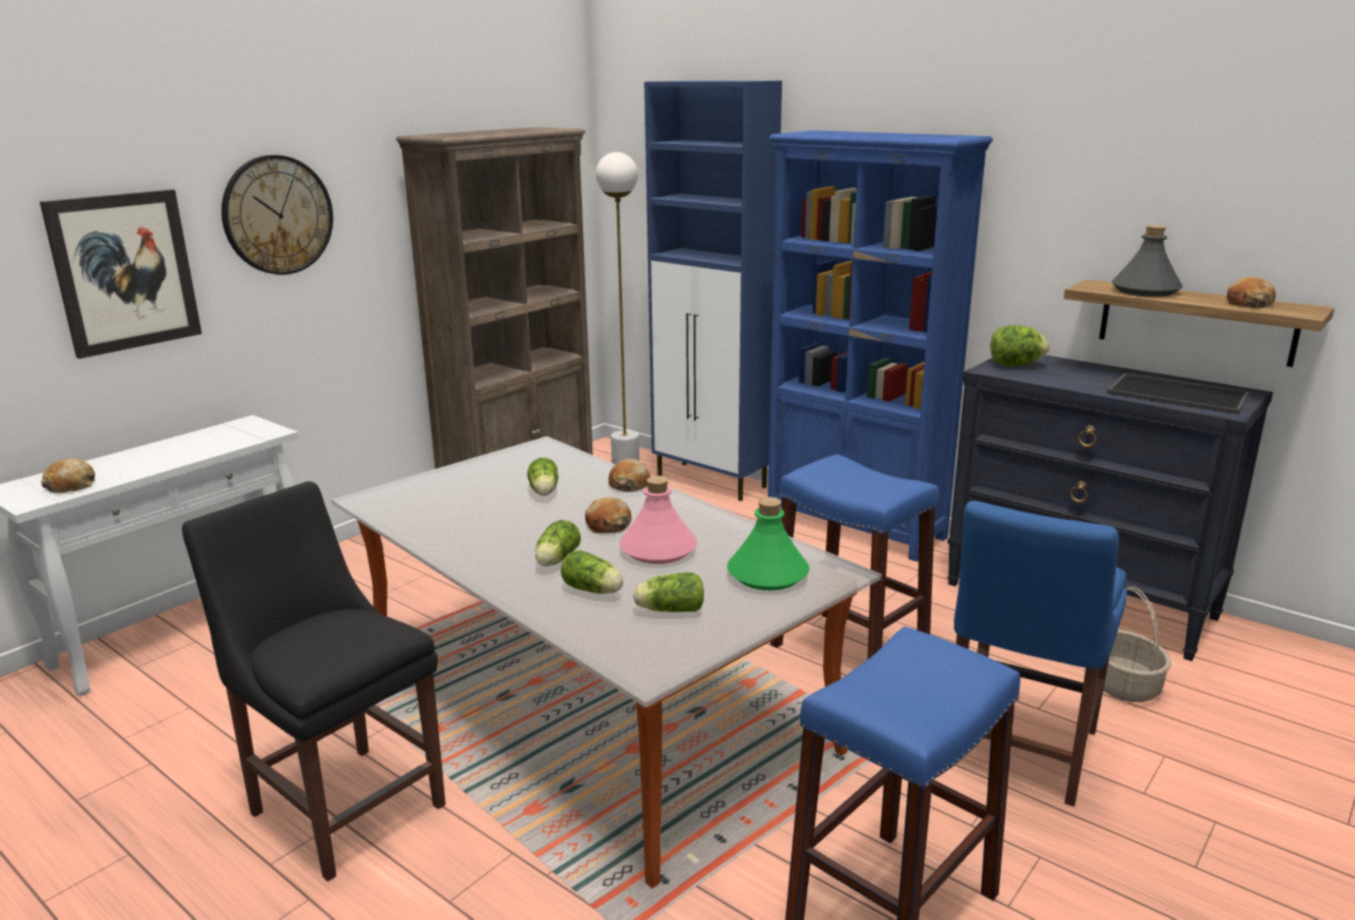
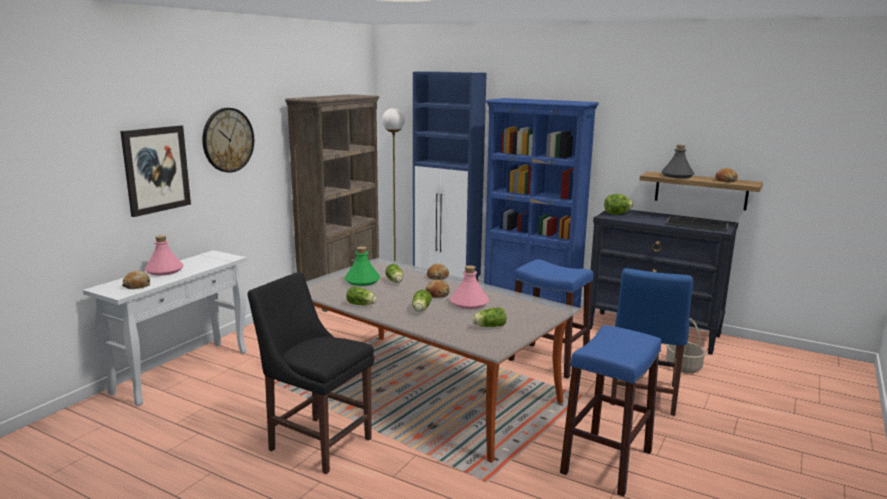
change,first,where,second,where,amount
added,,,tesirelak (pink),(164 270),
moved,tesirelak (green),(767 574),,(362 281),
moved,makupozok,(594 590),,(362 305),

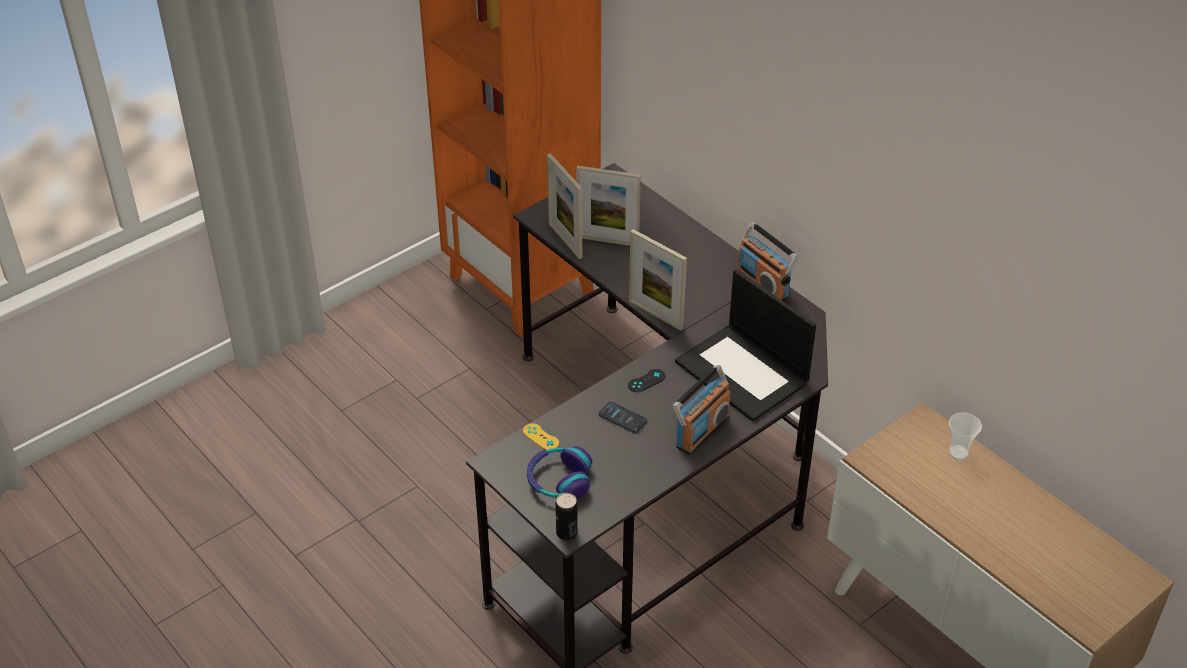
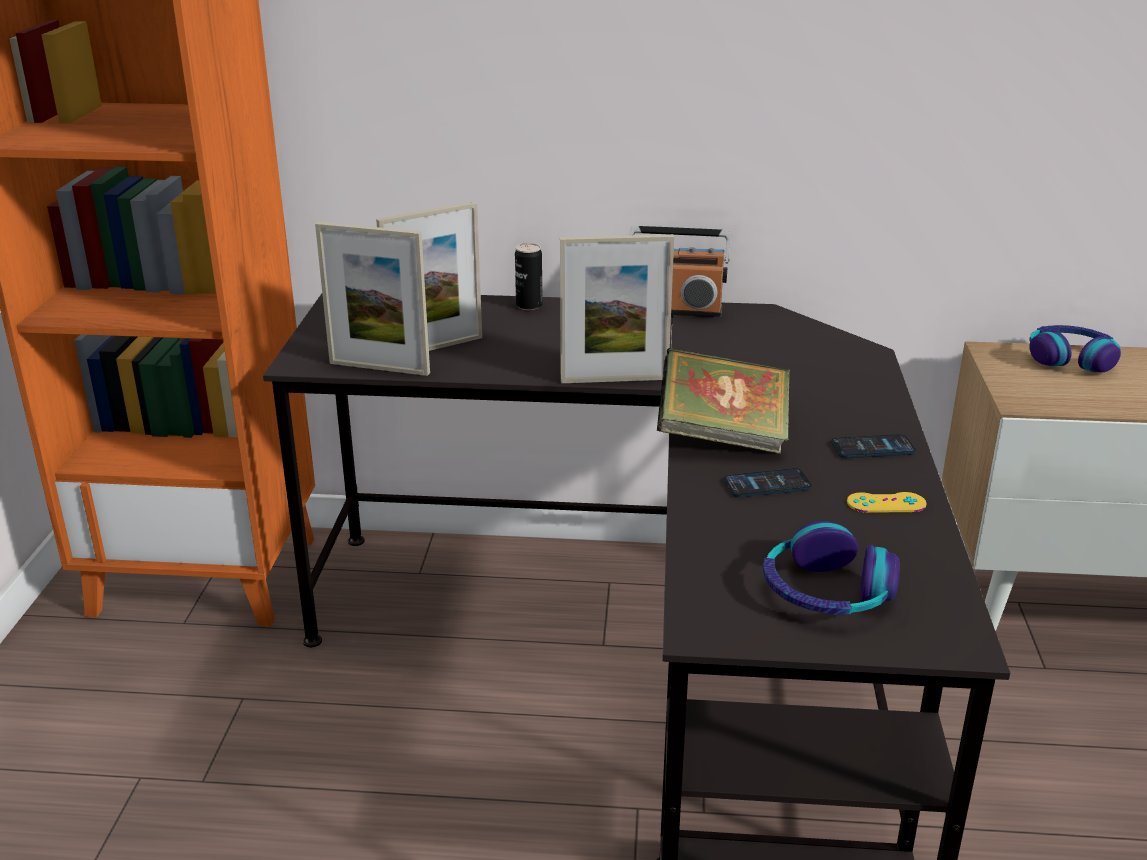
change,first,where,second,where,amount
moved,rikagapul,(566 532),,(529 305),
replaced,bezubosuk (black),(646 381),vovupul,(722 437),
replaced,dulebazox,(701 431),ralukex,(872 448),
moved,bezubosuk (yellow),(540 437),,(886 503),
replaced,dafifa,(958 452),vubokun,(1071 358),
removed,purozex,(743 373),,,

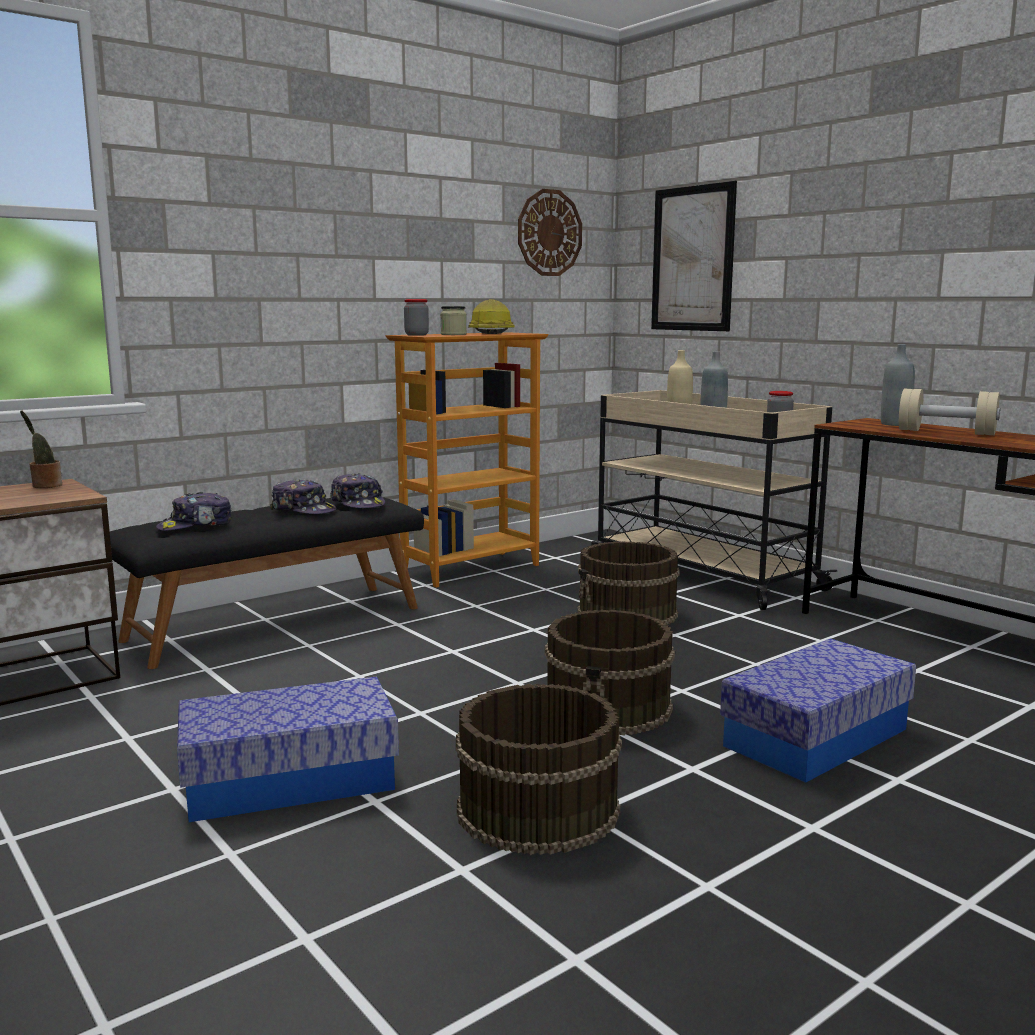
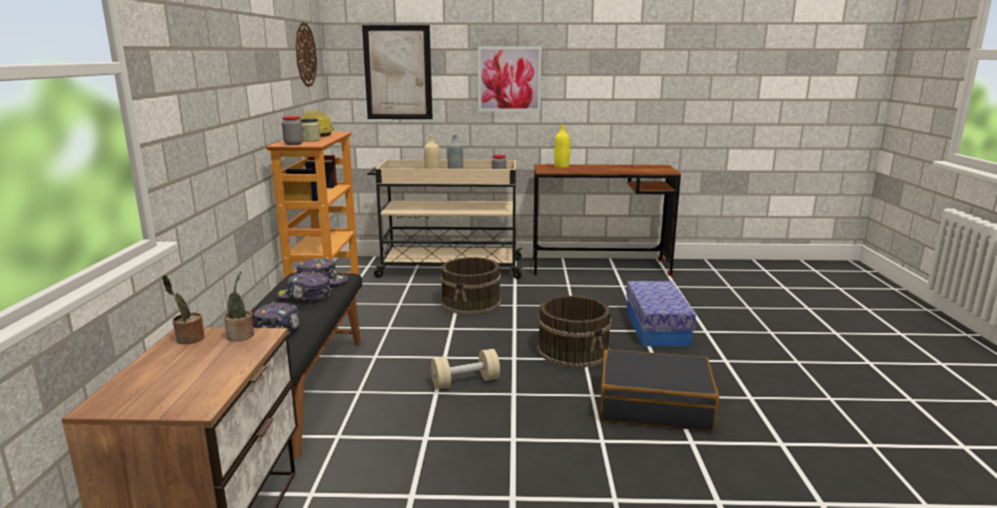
change,first,where,second,where,amount
added,,,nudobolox,(241 336),
turned,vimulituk,(304 510),,(305 296),150 degrees counterclockwise
moved,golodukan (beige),(946 432),,(465 382),
added,,,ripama,(509 79),
recoloured,tesirelak (grey),(894 424),tesirelak (yellow),(561 166),
replaced,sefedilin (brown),(537 808),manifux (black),(654 405),
removed,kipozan,(290 780),,,

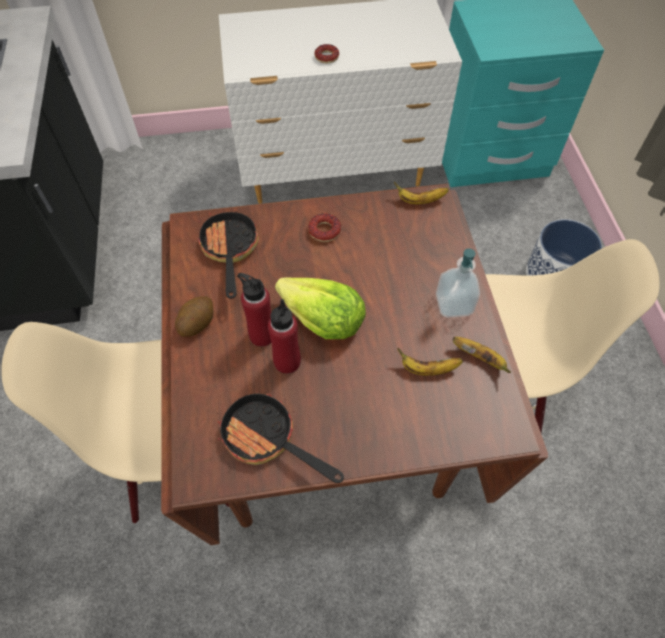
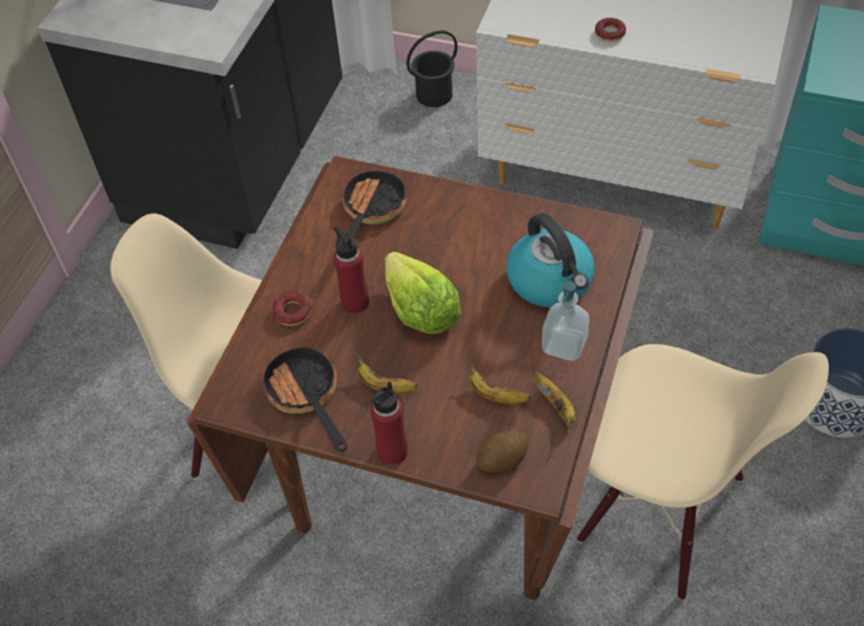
change,first,where,second,where,amount
moved,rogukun,(324 230),,(293 312),
moved,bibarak,(420 200),,(384 386),
moved,tesirelak (red),(287 362),,(392 451),
added,,,sefedilin (black),(433 94),
moved,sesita,(197 323),,(502 459),
added,,,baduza,(551 281),

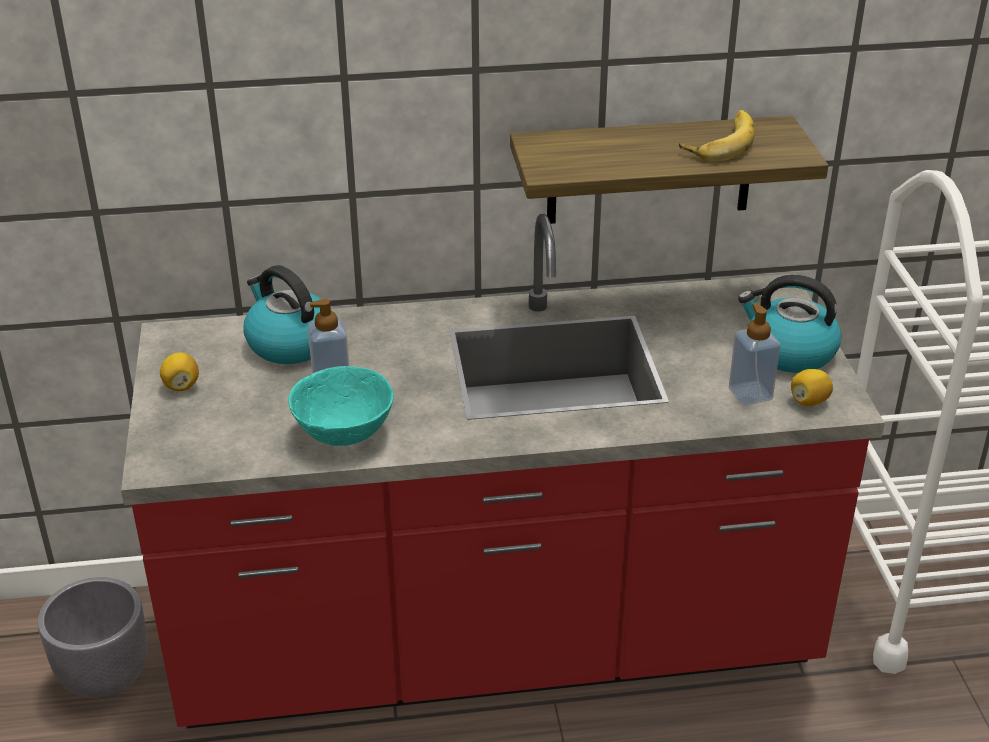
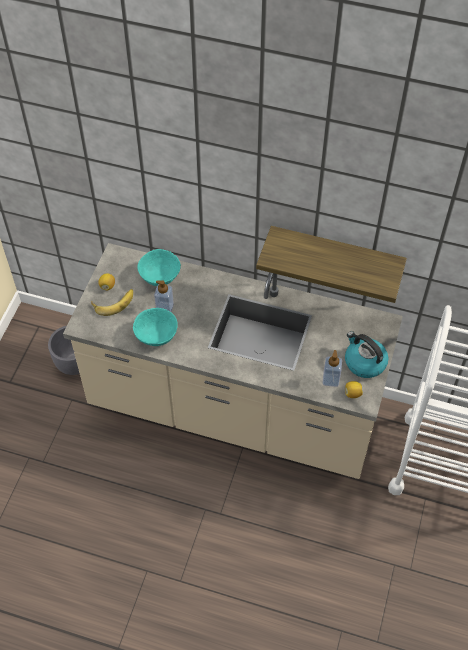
change,first,where,second,where,amount
recoloured,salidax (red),(495 643),salidax (beige),(234 410),
moved,bibarak,(718 141),,(113 302),
replaced,baduza,(289 343),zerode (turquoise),(160 277),

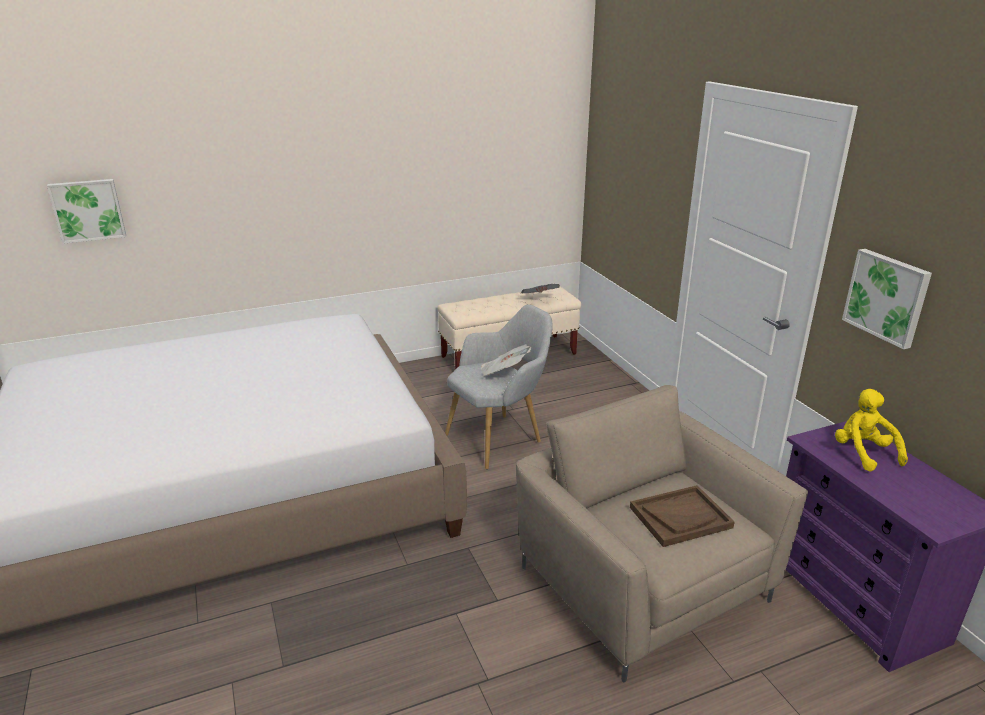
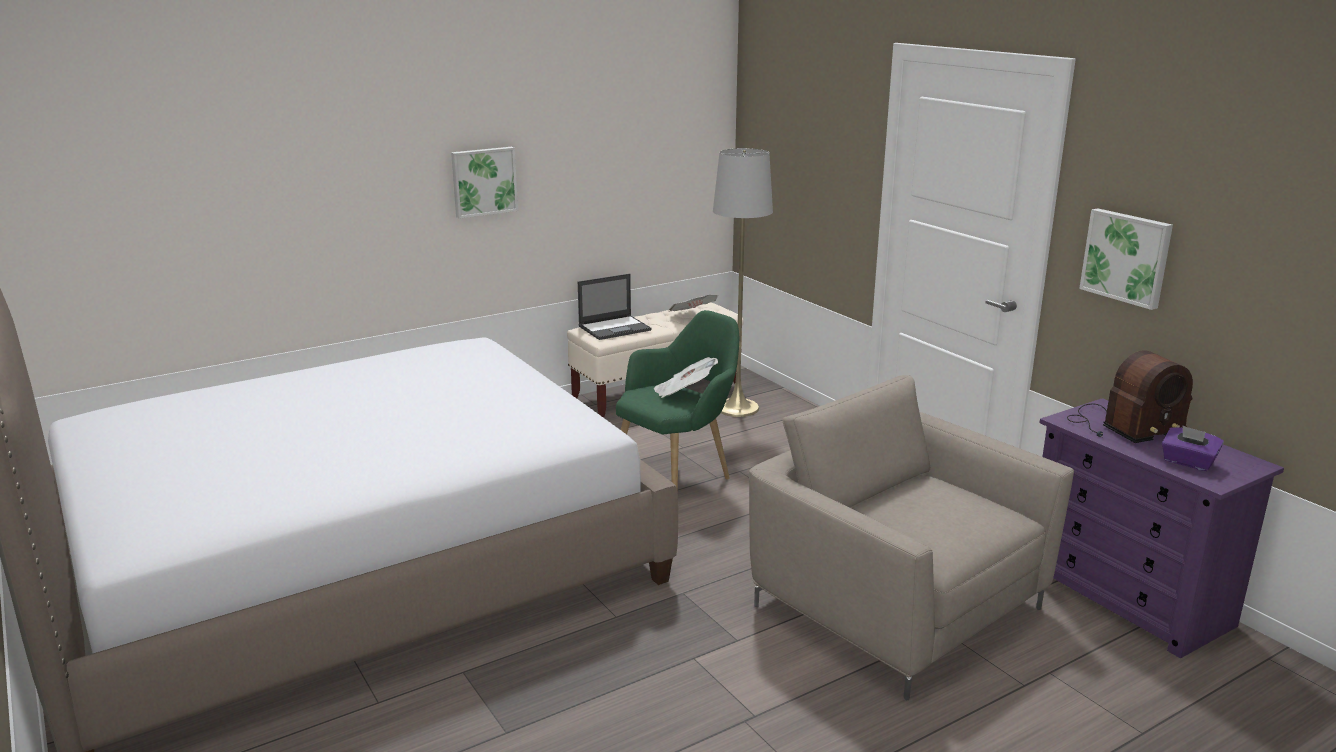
change,first,where,second,where,amount
moved,ripama,(88 210),,(483 181),
added,,,purozex,(615 328),
recoloured,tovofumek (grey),(500 438),tovofumek (green),(678 479),
added,,,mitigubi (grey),(737 408),
replaced,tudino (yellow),(863 453),dulebazox,(1122 427),
added,,,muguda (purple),(1188 462),
removed,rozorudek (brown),(680 517),,,

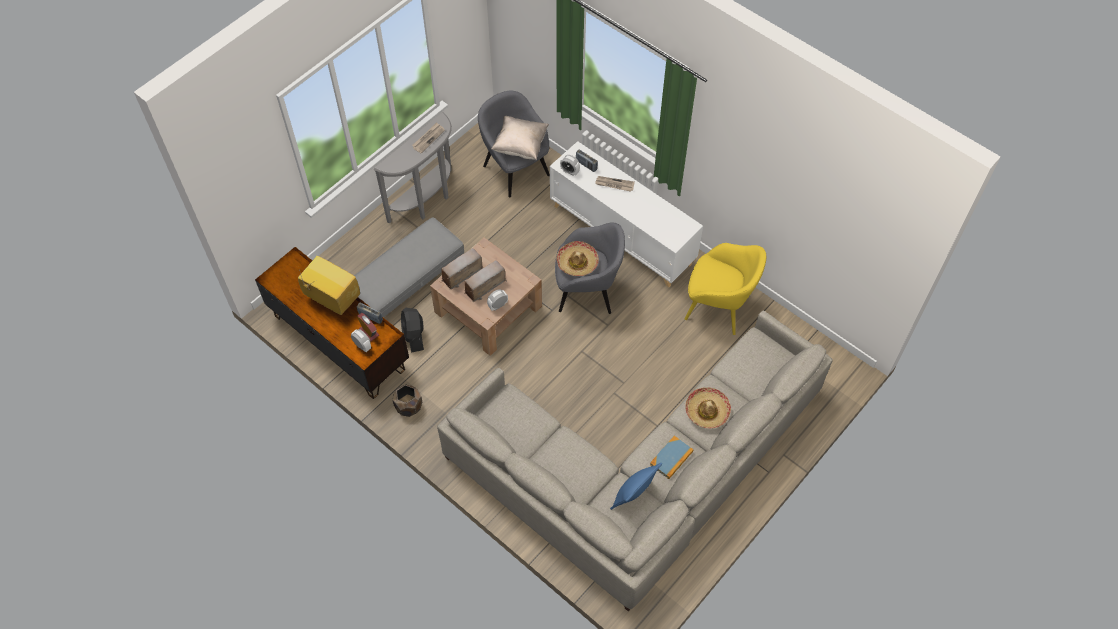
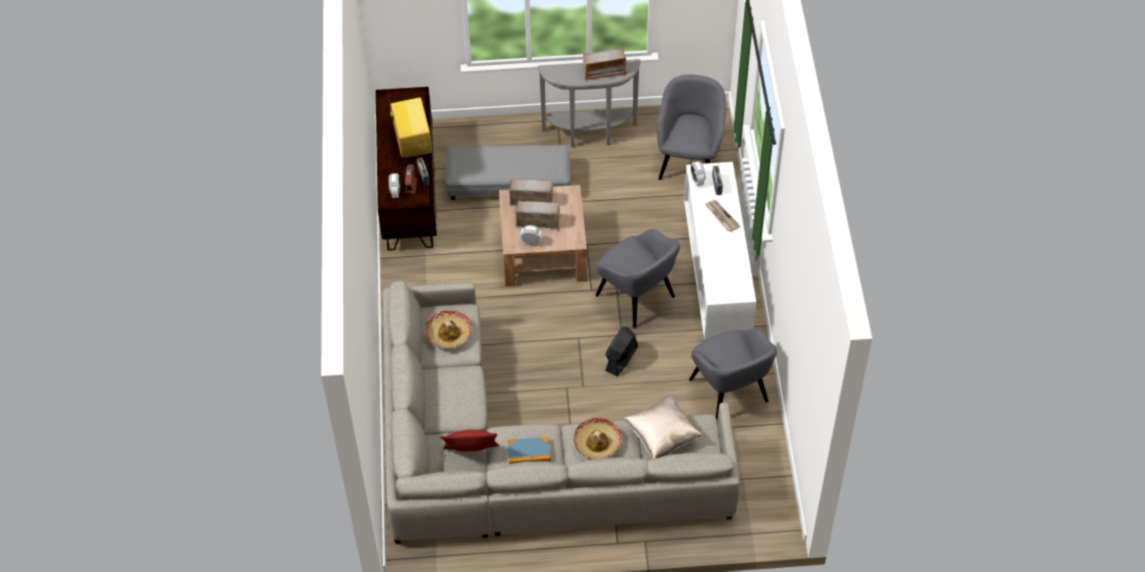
change,first,where,second,where,amount
moved,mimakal,(577 262),,(448 333),
recoloured,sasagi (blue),(633 495),sasagi (red),(471 453),
replaced,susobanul,(428 138),dulebazox,(604 72),
moved,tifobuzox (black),(414 335),,(621 359),
moved,sasagi (beige),(520 146),,(662 436),
recoloured,tovofumek (yellow),(719 307),tovofumek (grey),(729 392),
removed,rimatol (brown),(408 406),,,

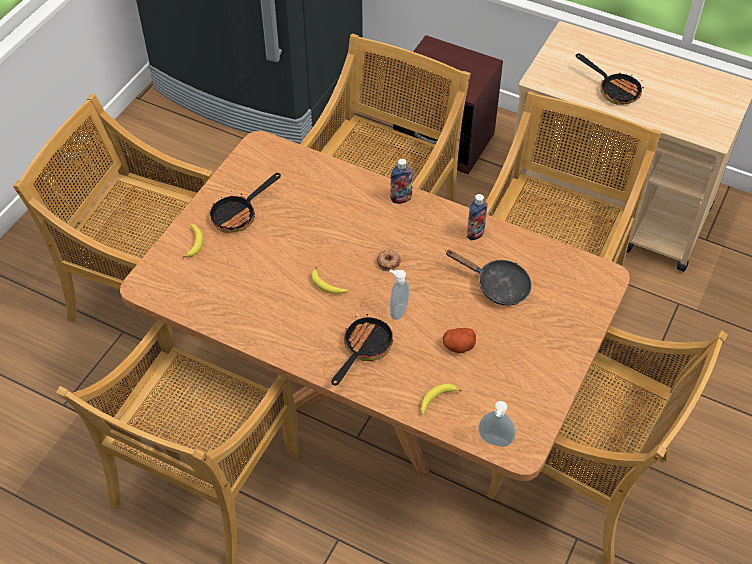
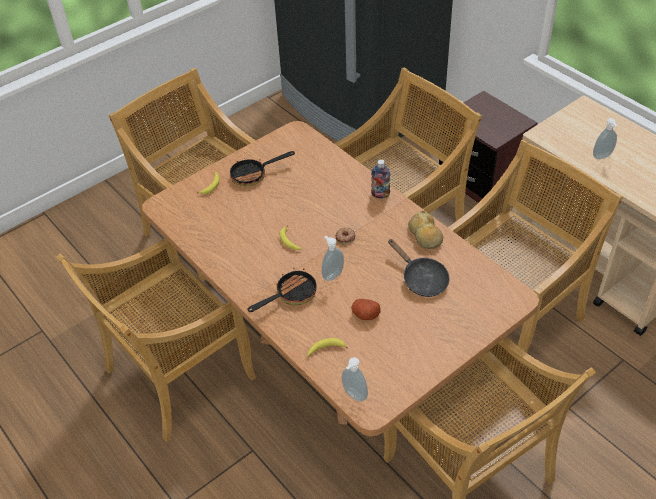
change,first,where,second,where,amount
replaced,tesirelak,(475 234),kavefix,(425 236),
replaced,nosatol,(614 90),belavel,(602 157),

